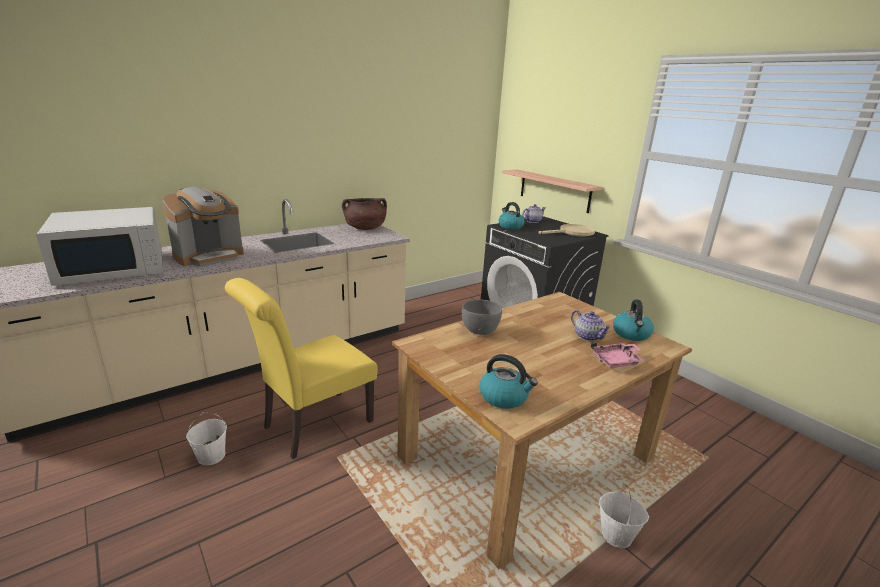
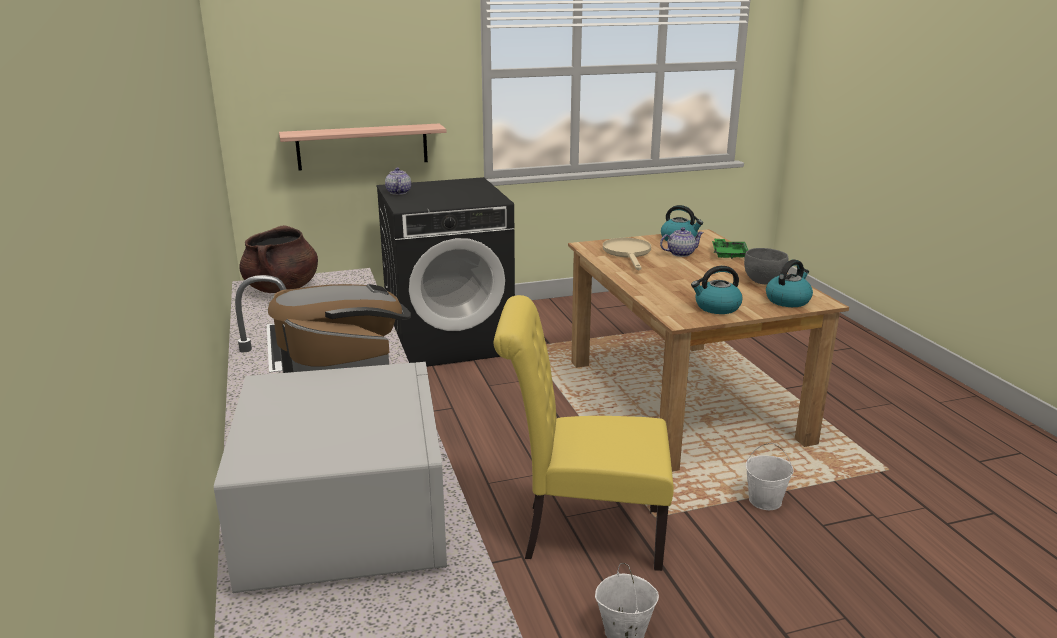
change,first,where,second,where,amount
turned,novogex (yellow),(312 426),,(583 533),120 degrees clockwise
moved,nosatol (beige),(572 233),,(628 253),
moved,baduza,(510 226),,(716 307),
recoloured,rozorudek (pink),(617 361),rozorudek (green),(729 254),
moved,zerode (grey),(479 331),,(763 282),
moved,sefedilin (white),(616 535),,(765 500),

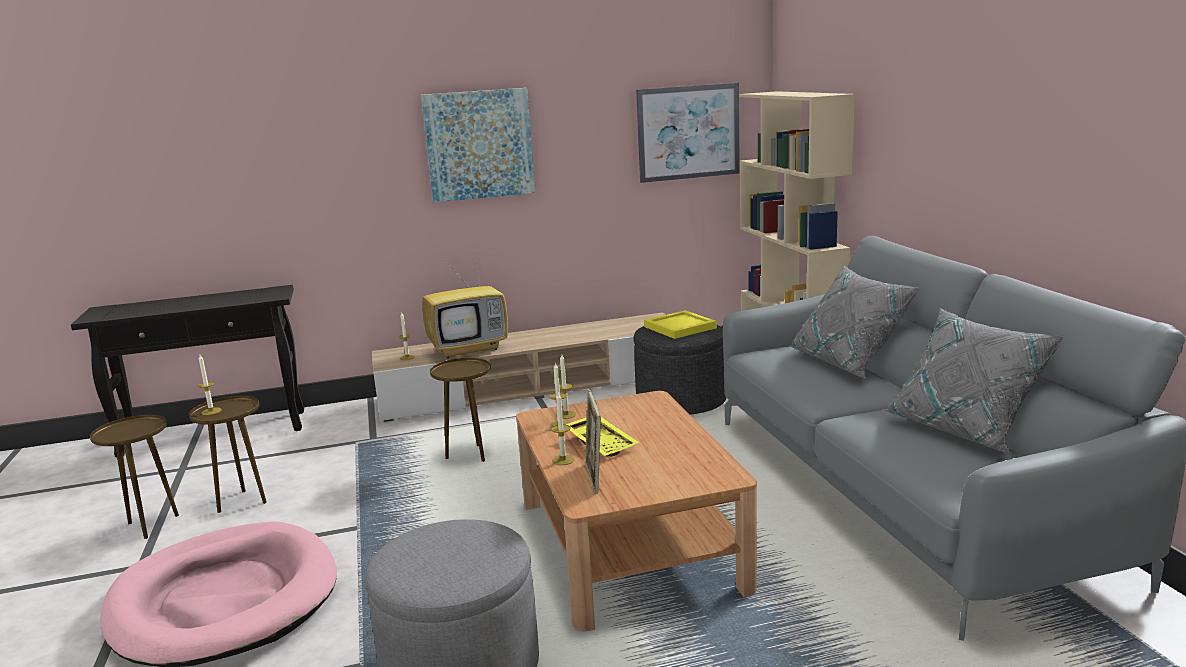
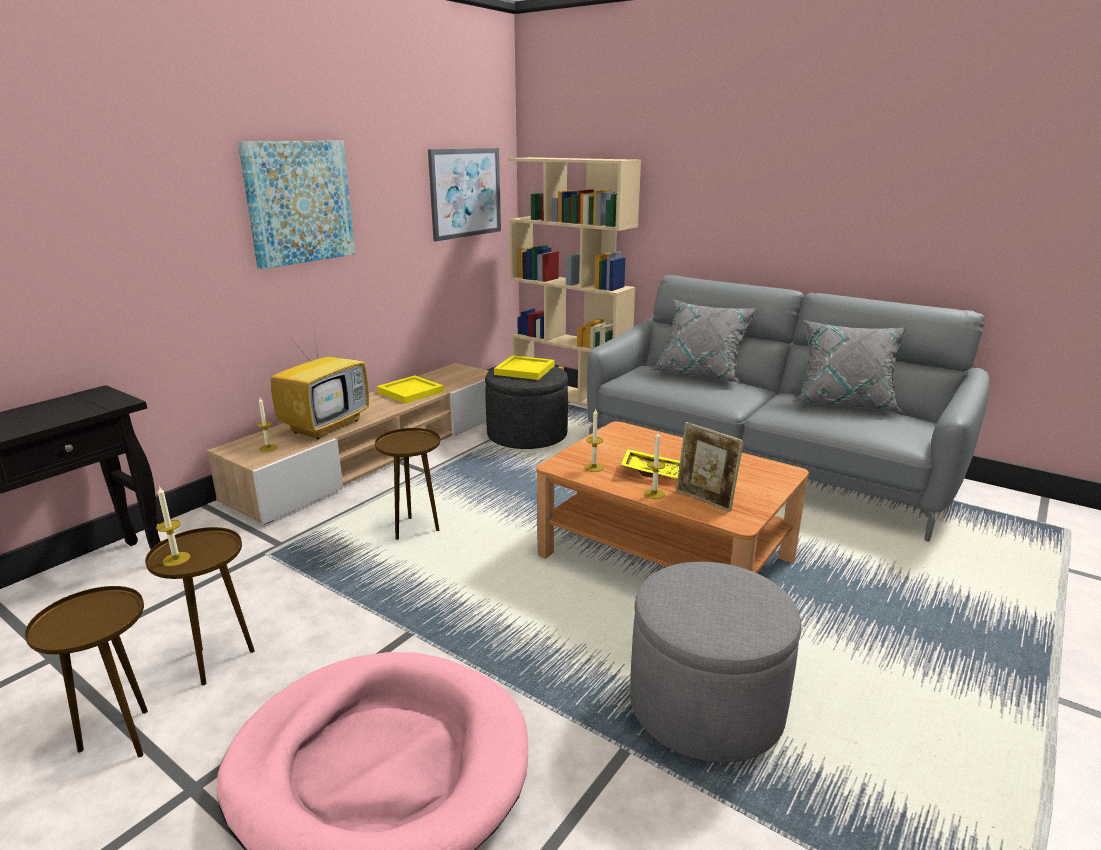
change,first,where,second,where,amount
added,,,rozorudek (yellow),(410 392),
removed,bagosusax,(566 415),,,

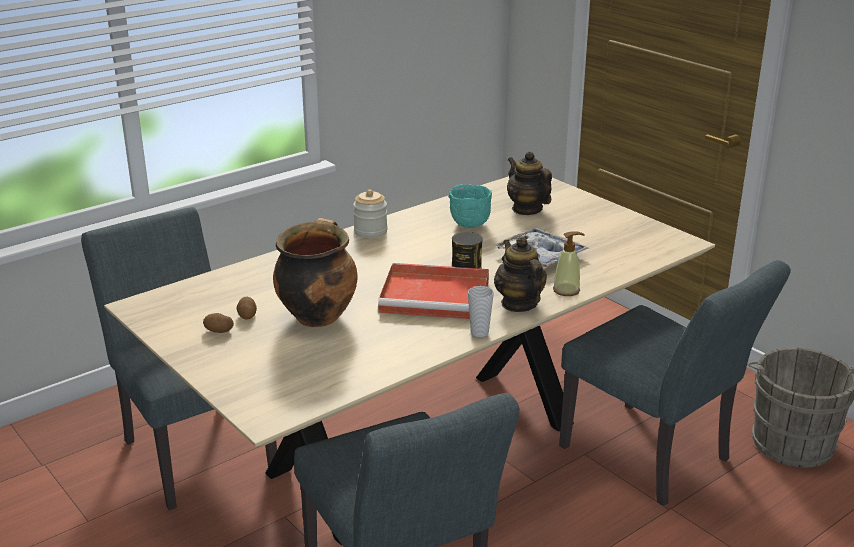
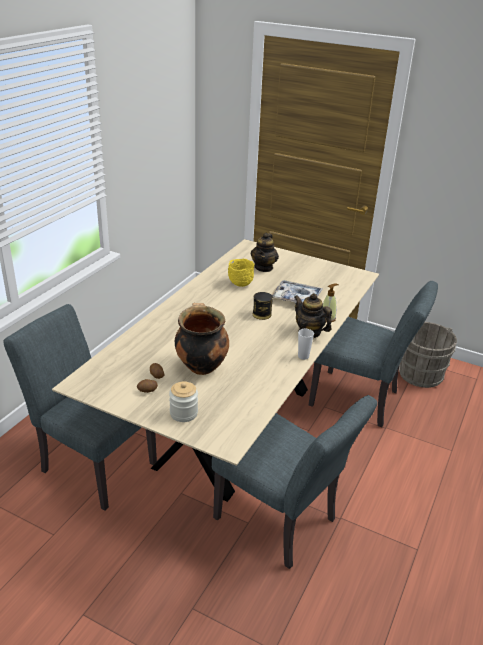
change,first,where,second,where,amount
moved,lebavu,(370 232),,(183 413),
recoloured,zerode (turquoise),(469 225),zerode (yellow),(240 284),
turned,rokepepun,(527 209),,(264 267),105 degrees counterclockwise
removed,rozorudek (red),(437 296),,,

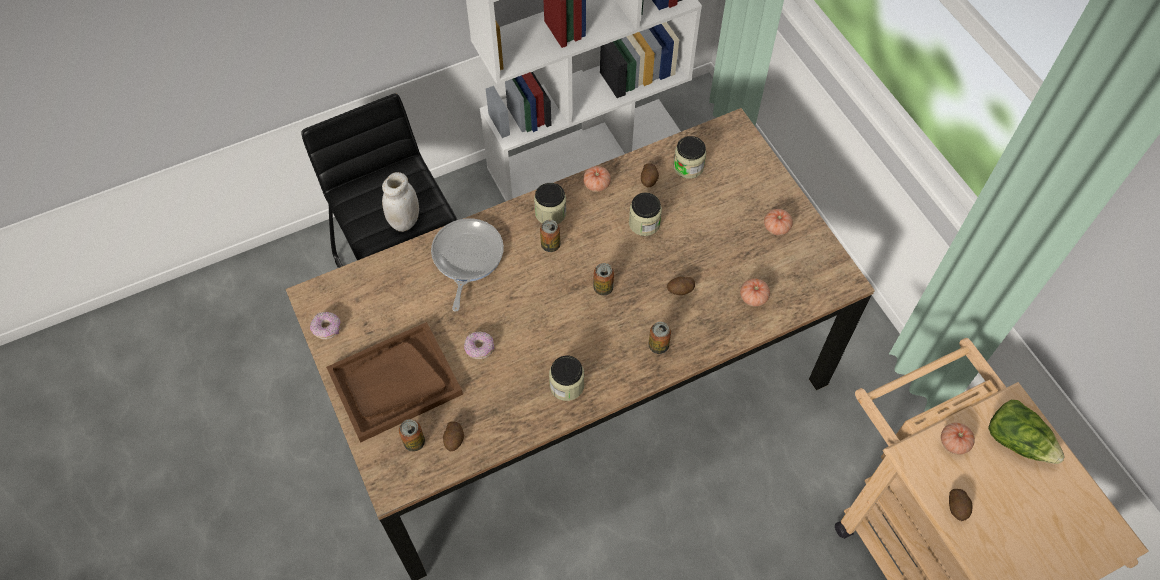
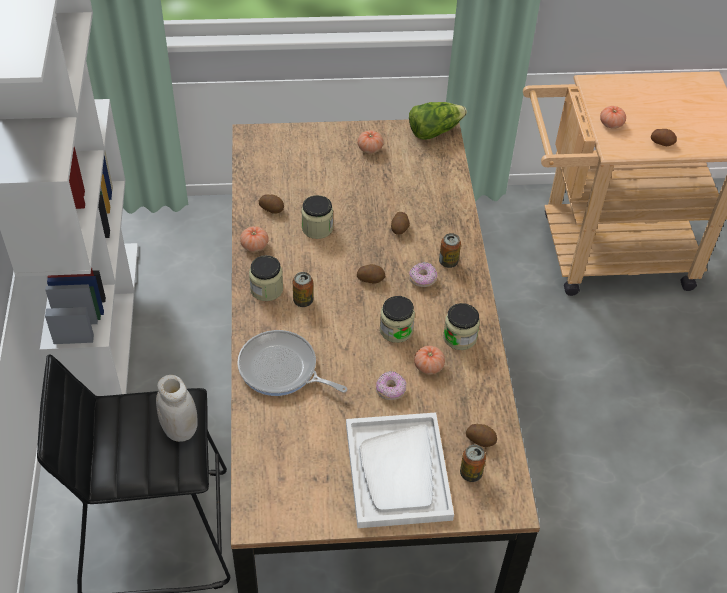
change,first,where,second,where,amount
recoloured,rozorudek (brown),(395 383),rozorudek (white),(398 471),
replaced,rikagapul,(603 288),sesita,(370 279),
moved,lebavu,(688 167),,(396 330),
moved,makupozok,(1017 440),,(434 130),
moved,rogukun,(327 329),,(422 279),
moved,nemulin,(753 297),,(428 366),

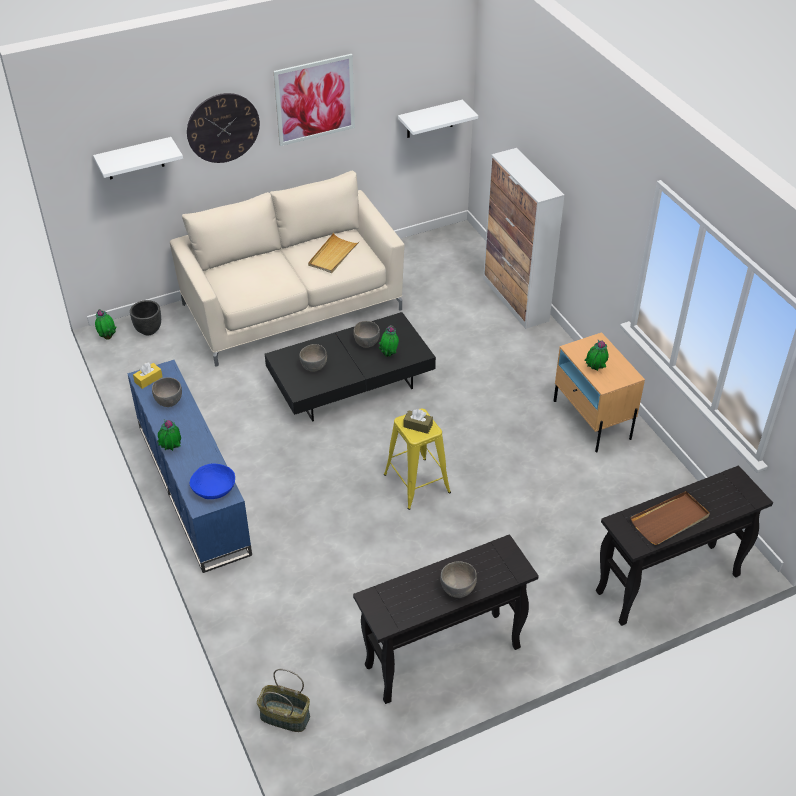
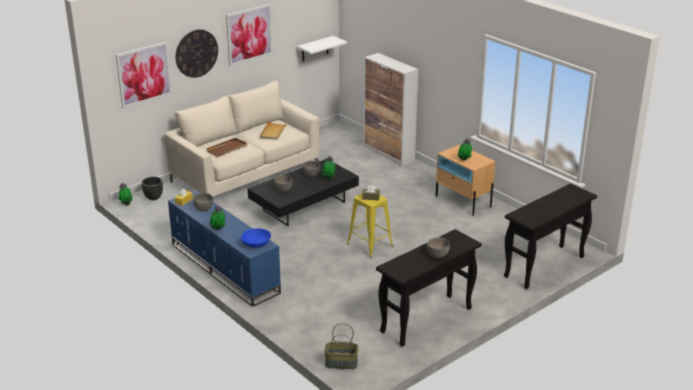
change,first,where,second,where,amount
replaced,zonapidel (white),(135 159),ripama,(144 74),
moved,rozorudek (brown),(670 520),,(227 148),

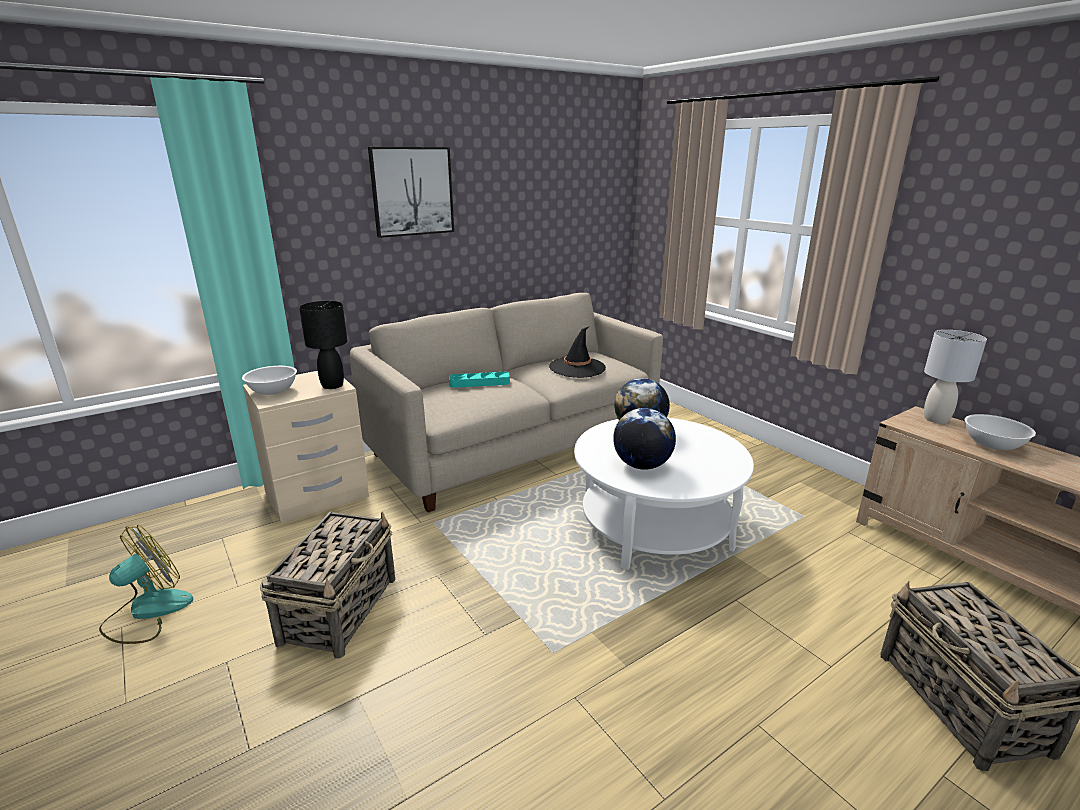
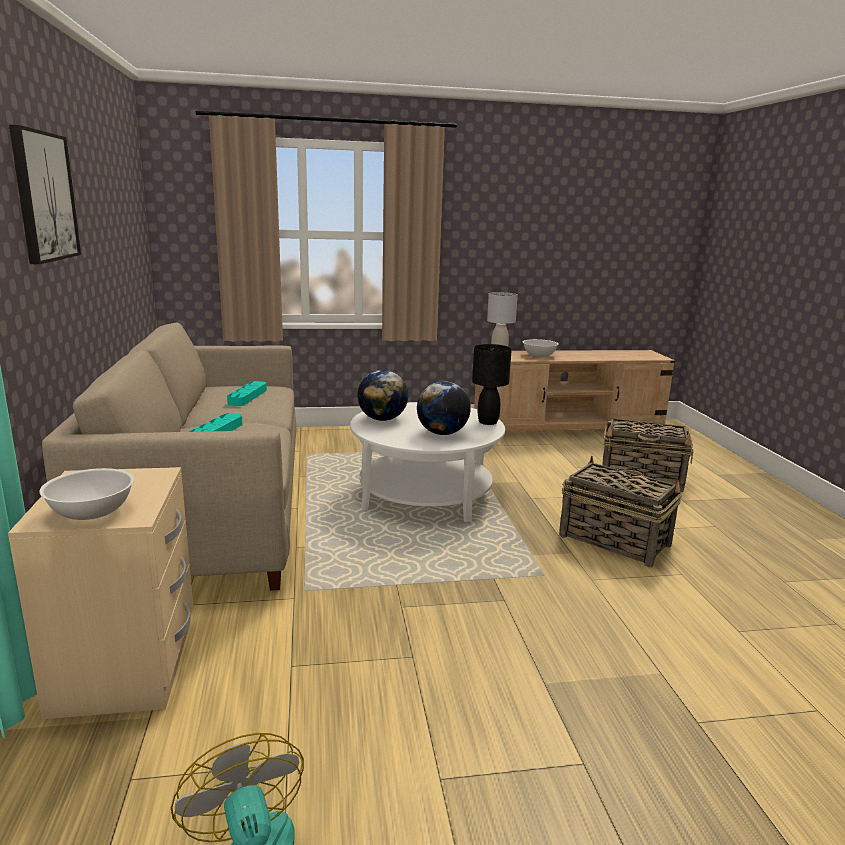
change,first,where,second,where,amount
replaced,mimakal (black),(577 367),rozorudek (turquoise),(247 397),
moved,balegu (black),(333 385),,(487 422),
moved,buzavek,(340 608),,(613 540),

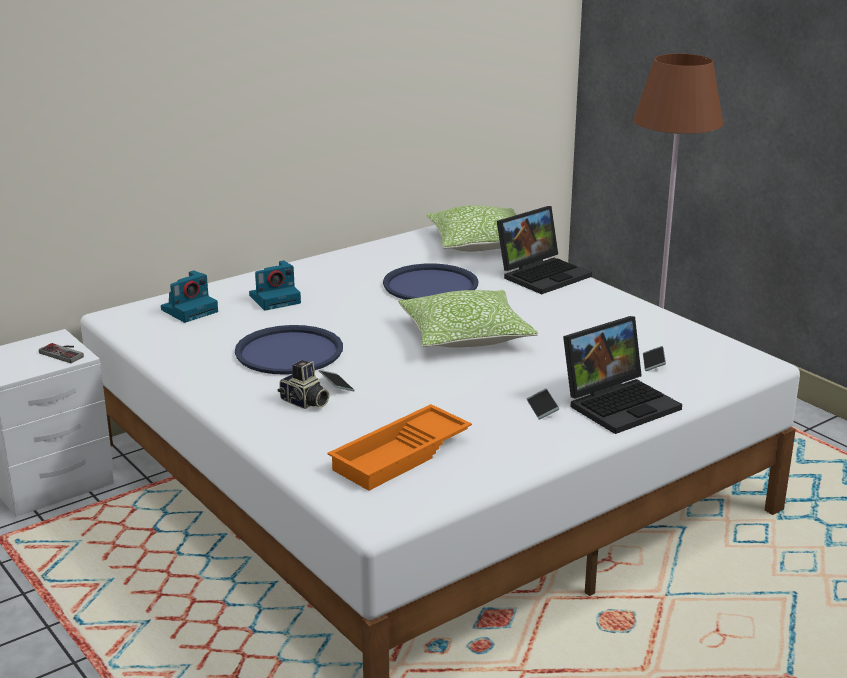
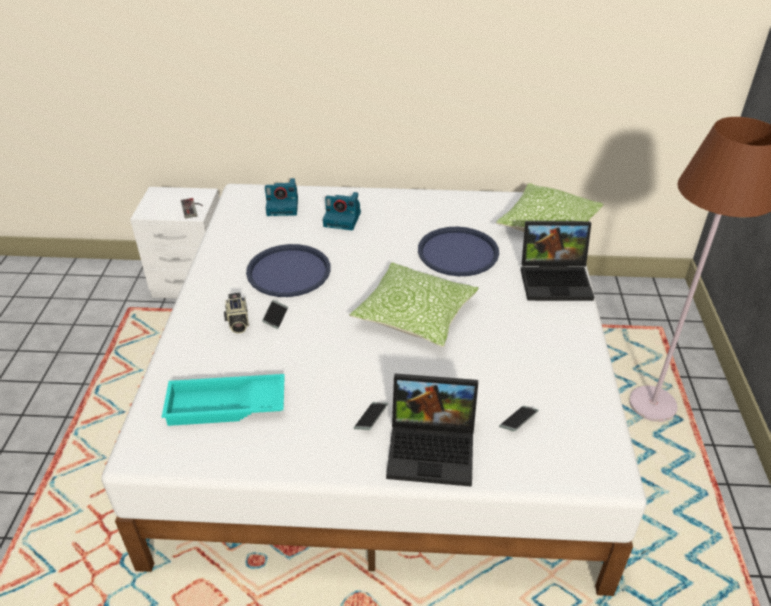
change,first,where,second,where,amount
recoloured,rozorudek (orange),(401 456),rozorudek (turquoise),(225 407),

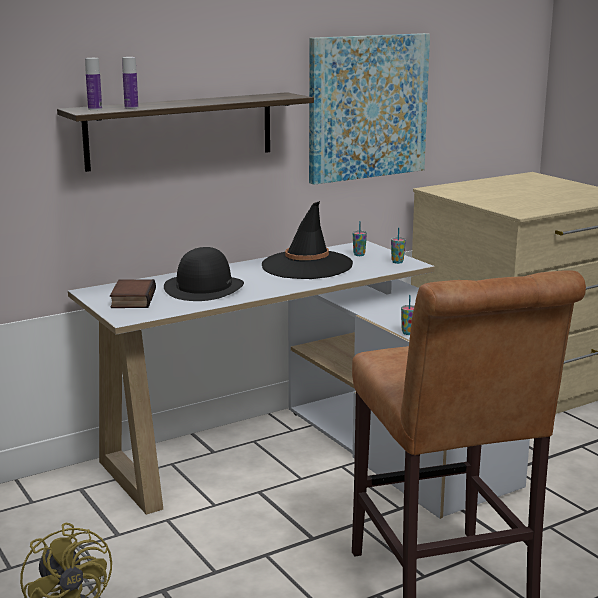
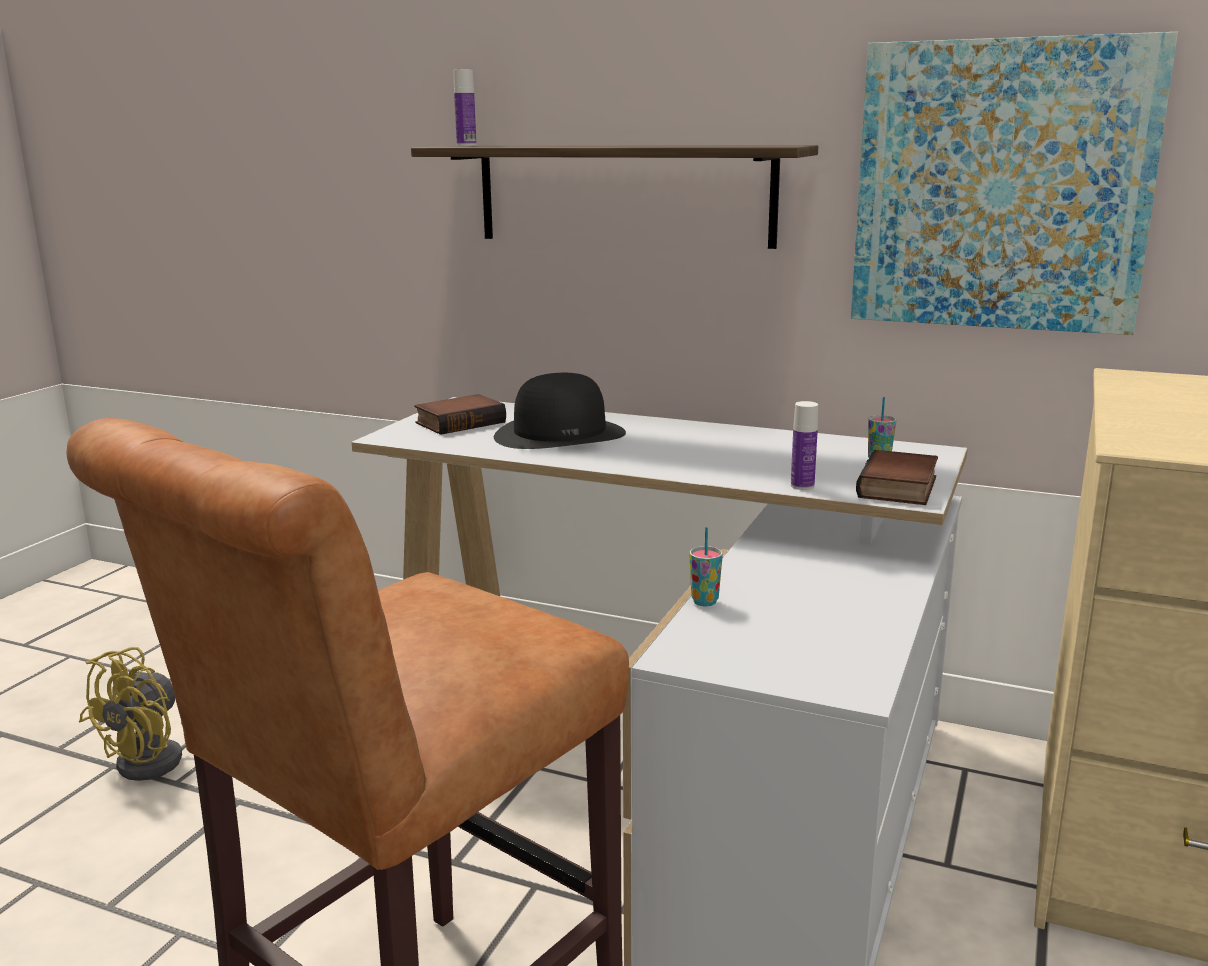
change,first,where,second,where,amount
moved,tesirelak,(131 108),,(802 486),
replaced,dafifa,(397 262),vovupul,(900 488),
removed,mimakal (black),(307 265),,,

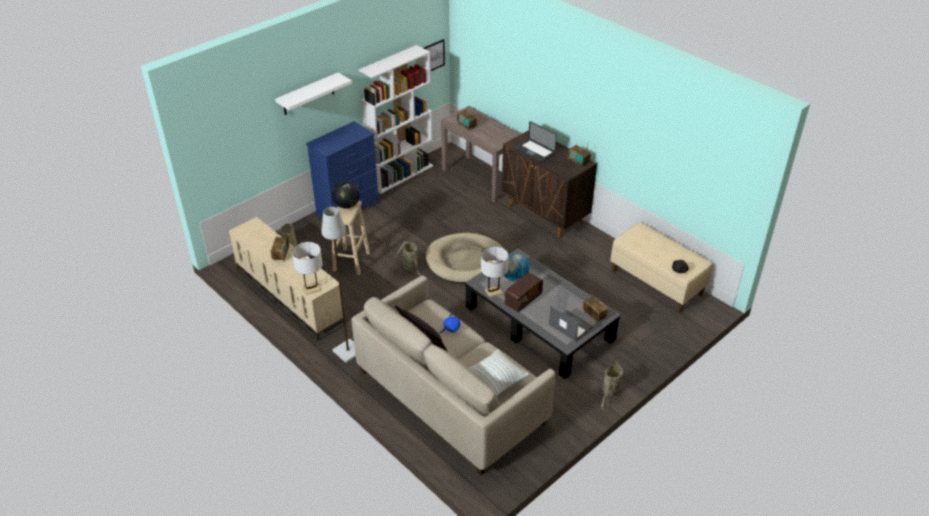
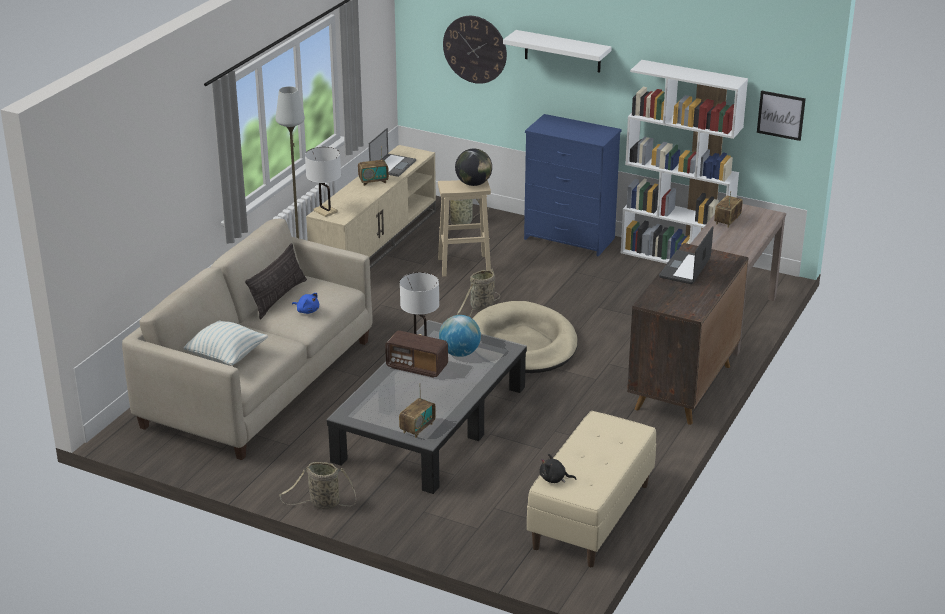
change,first,where,second,where,amount
moved,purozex,(570 326),,(392 165),
added,,,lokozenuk,(475 49),
removed,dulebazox,(578 162),,,

